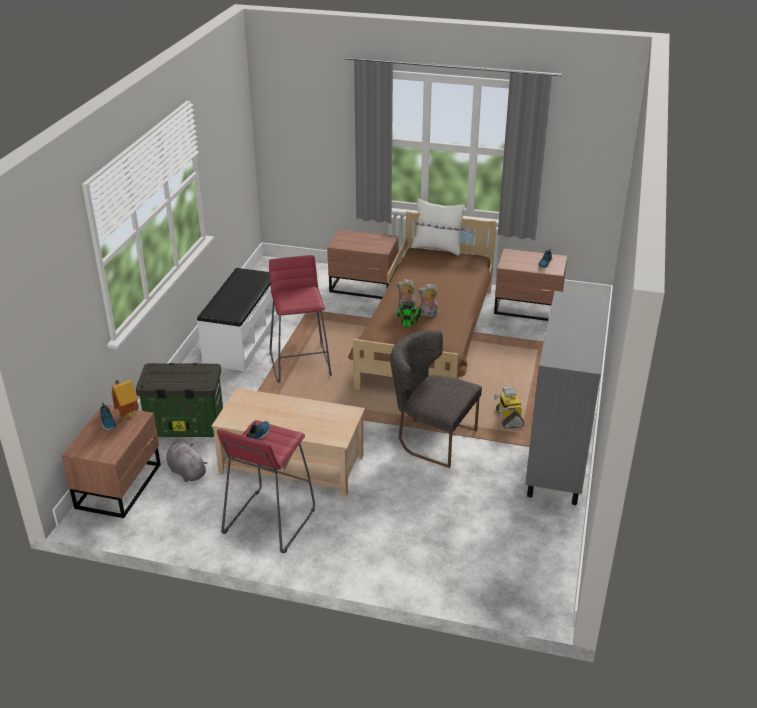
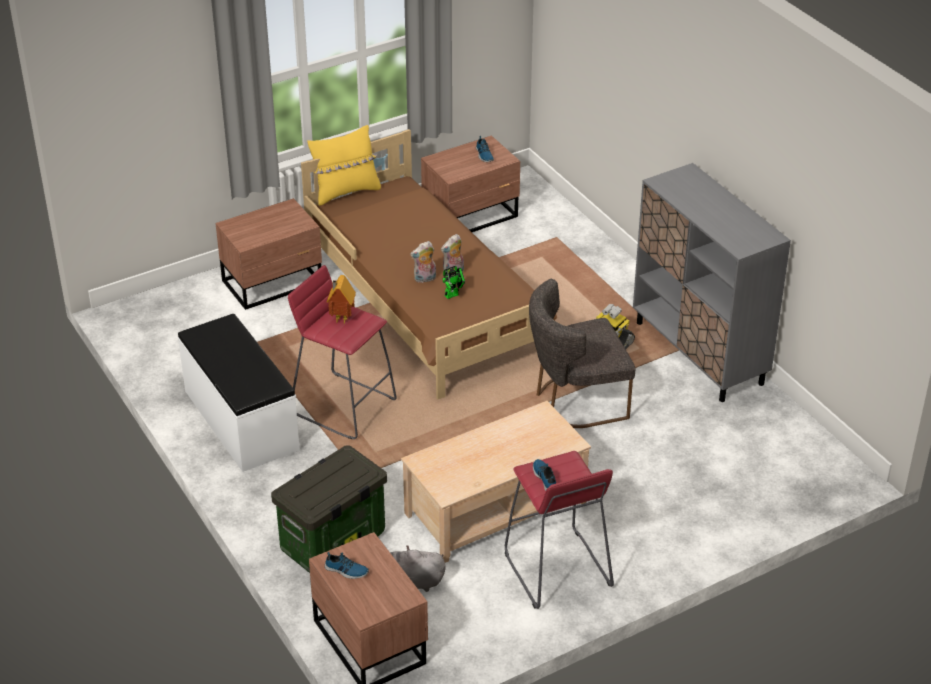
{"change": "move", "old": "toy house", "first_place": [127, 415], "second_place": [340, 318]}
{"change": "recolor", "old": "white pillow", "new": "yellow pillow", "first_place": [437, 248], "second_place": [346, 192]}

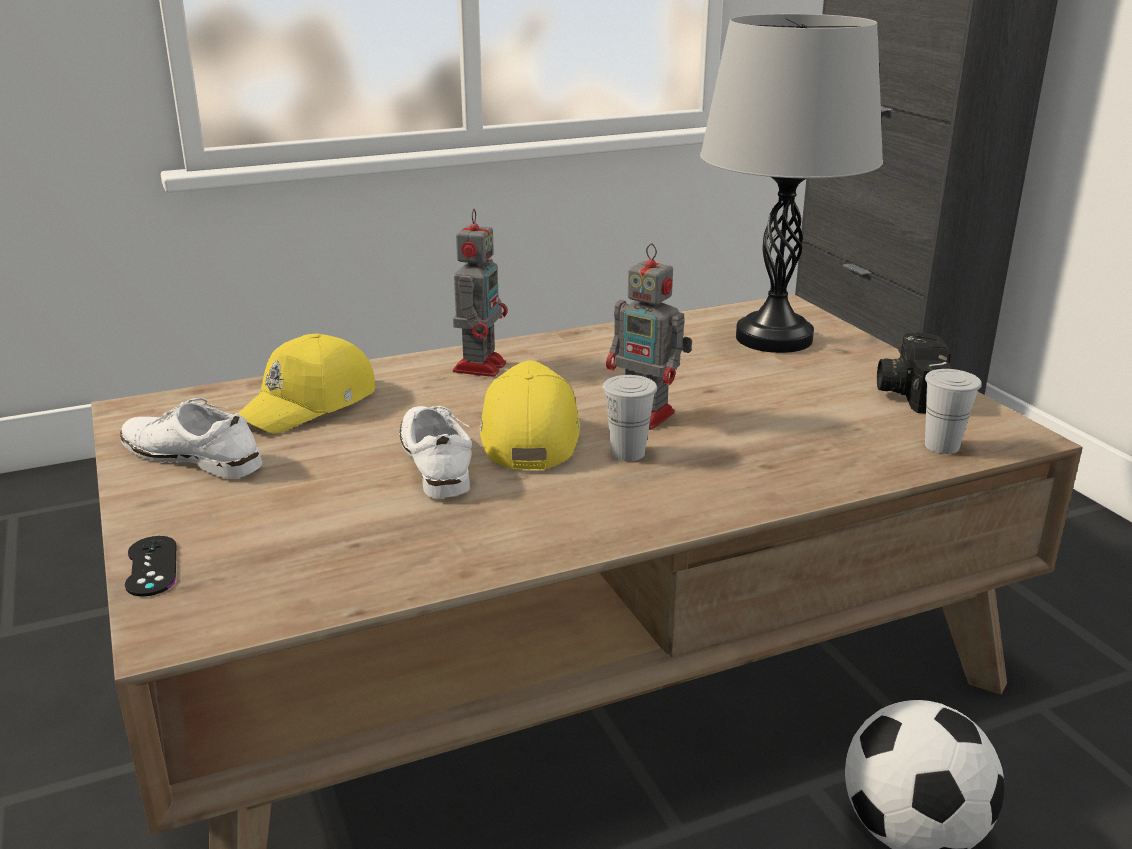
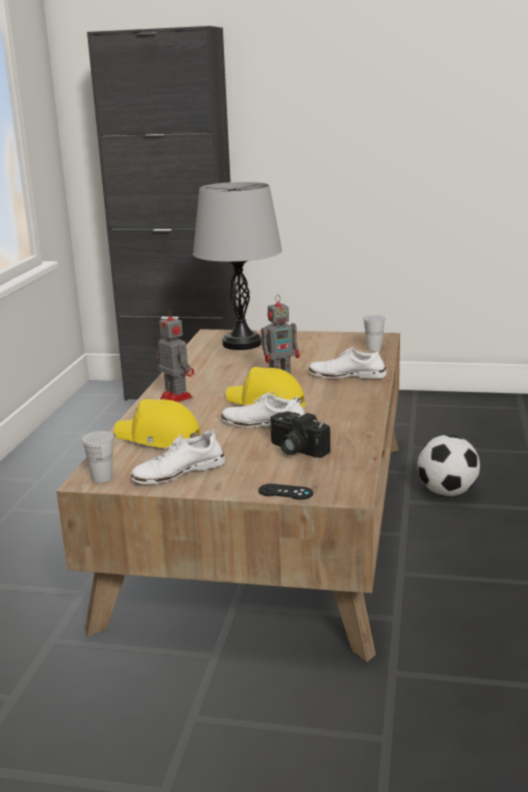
{"change": "rotate", "old": "yellow cap", "first_place": [310, 404], "second_place": [158, 438], "degrees": 135}
{"change": "move", "old": "white cup", "first_place": [628, 453], "second_place": [102, 477]}
{"change": "move", "old": "photo camera", "first_place": [907, 391], "second_place": [295, 449]}
{"change": "insert", "new": "white shoe", "second_place": [347, 375]}

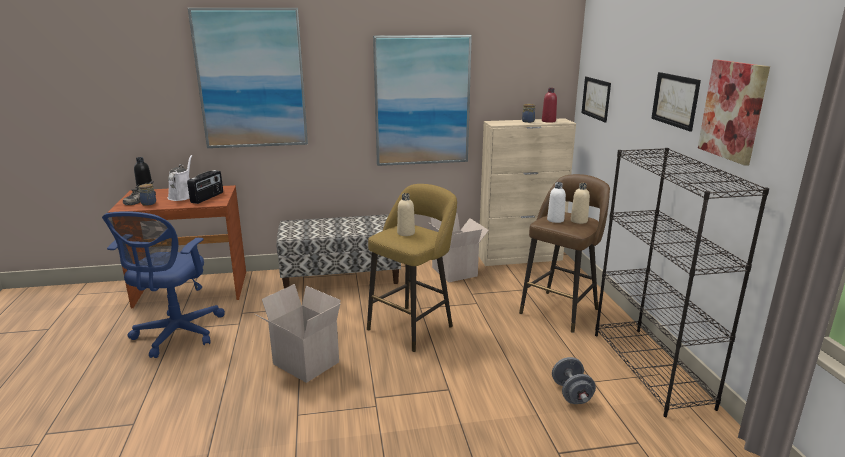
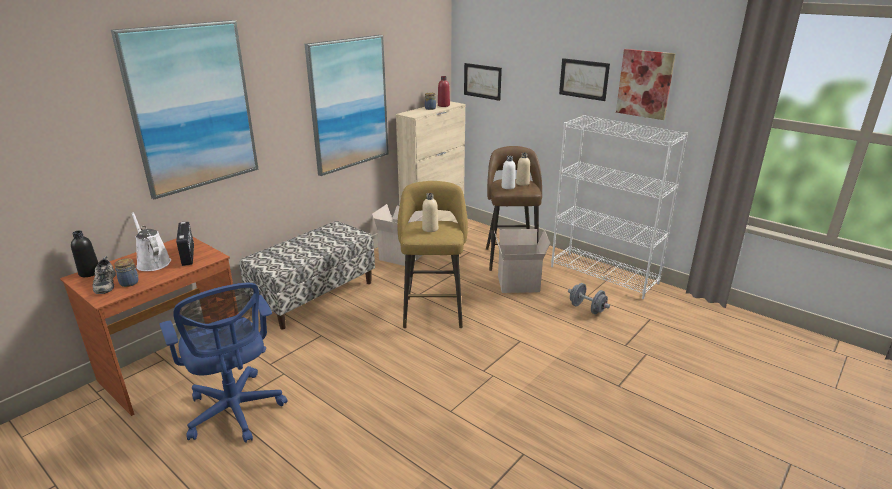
{"change": "move", "old": "cardboard box", "first_place": [304, 363], "second_place": [518, 285]}
{"change": "recolor", "old": "black bookcase", "new": "white bookcase", "first_place": [651, 369], "second_place": [604, 275]}

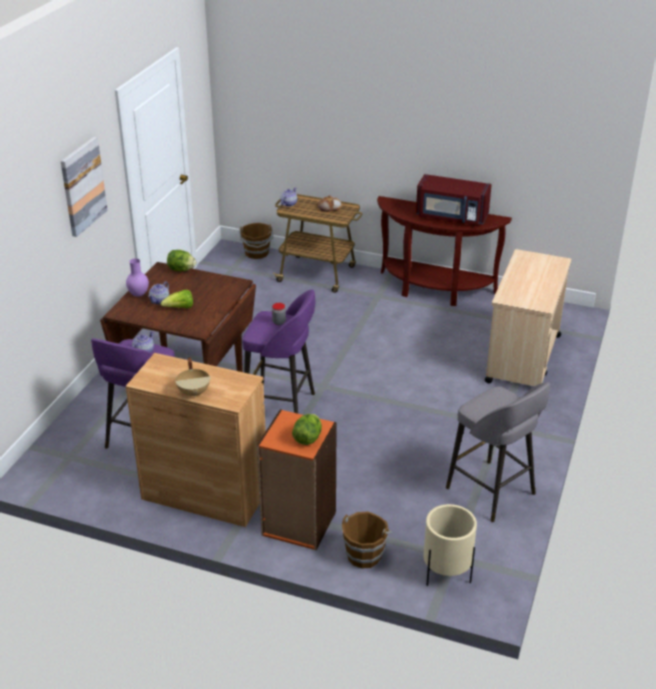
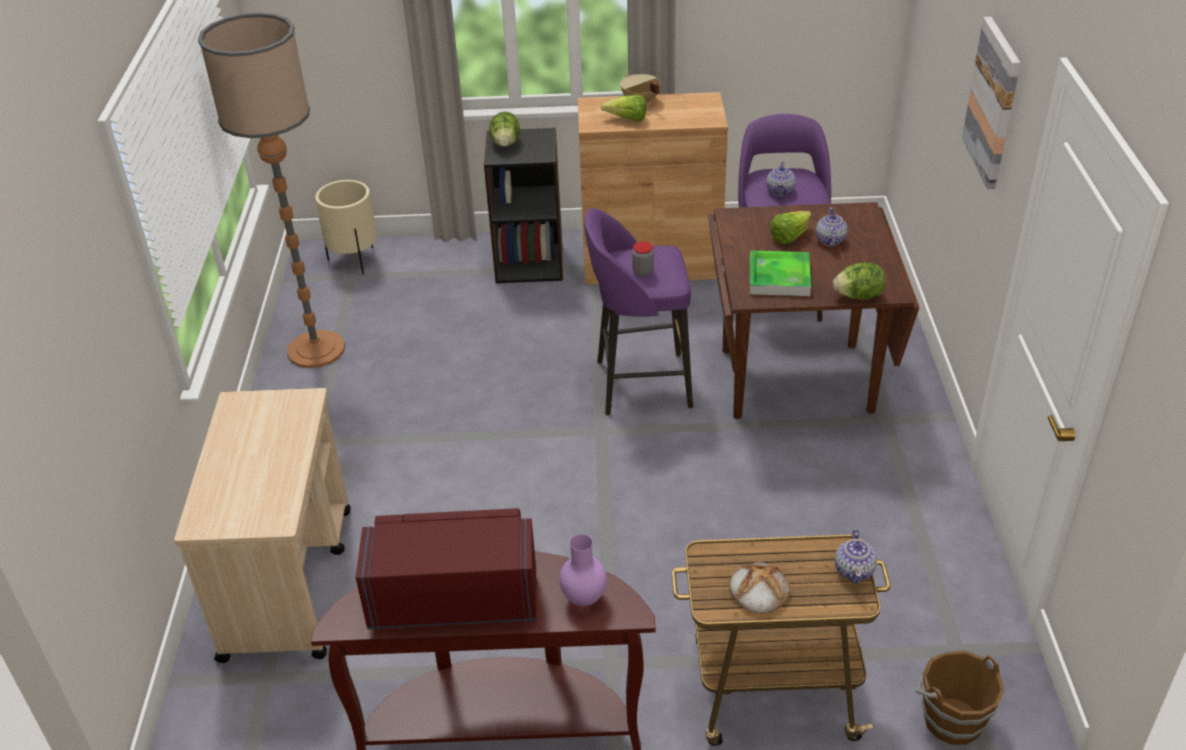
{"change": "move", "old": "purple vase", "first_place": [139, 295], "second_place": [583, 598]}
{"change": "recolor", "old": "orange bookcase", "new": "black bookcase", "first_place": [298, 524], "second_place": [529, 262]}
{"change": "delete", "old": "brown bucket", "first_place": [364, 554]}
{"change": "replace", "old": "grey stool", "new": "floor lamp", "first_place": [492, 492], "second_place": [316, 349]}
{"change": "insert", "new": "lettuce", "second_place": [627, 119]}
{"change": "insert", "new": "tray", "second_place": [779, 277]}

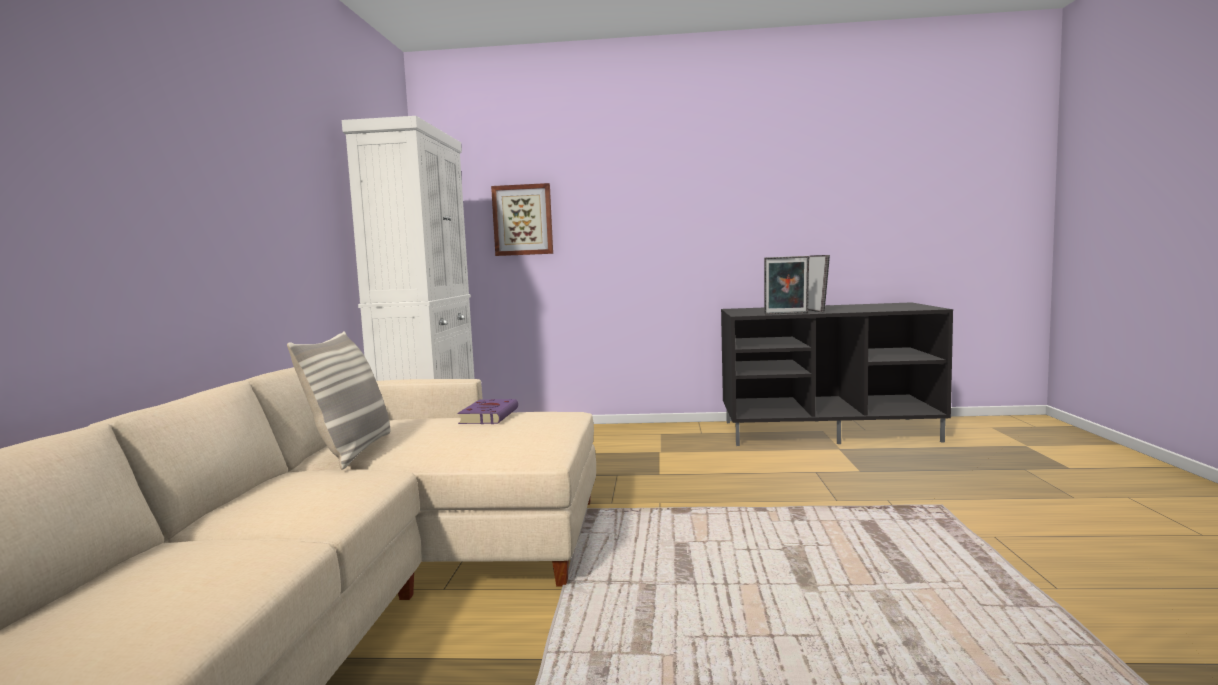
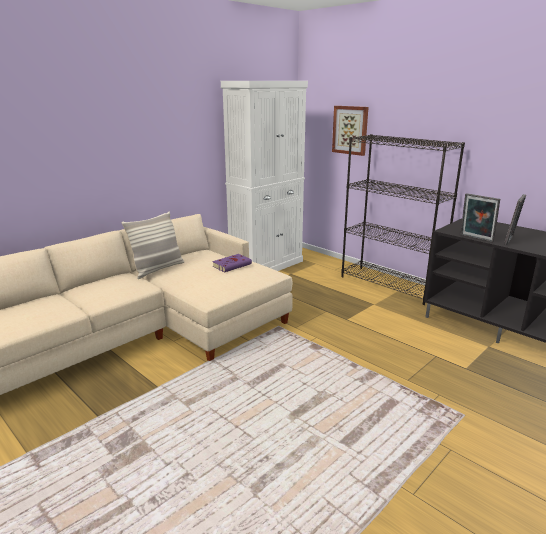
{"change": "insert", "new": "black bookcase", "second_place": [390, 284]}

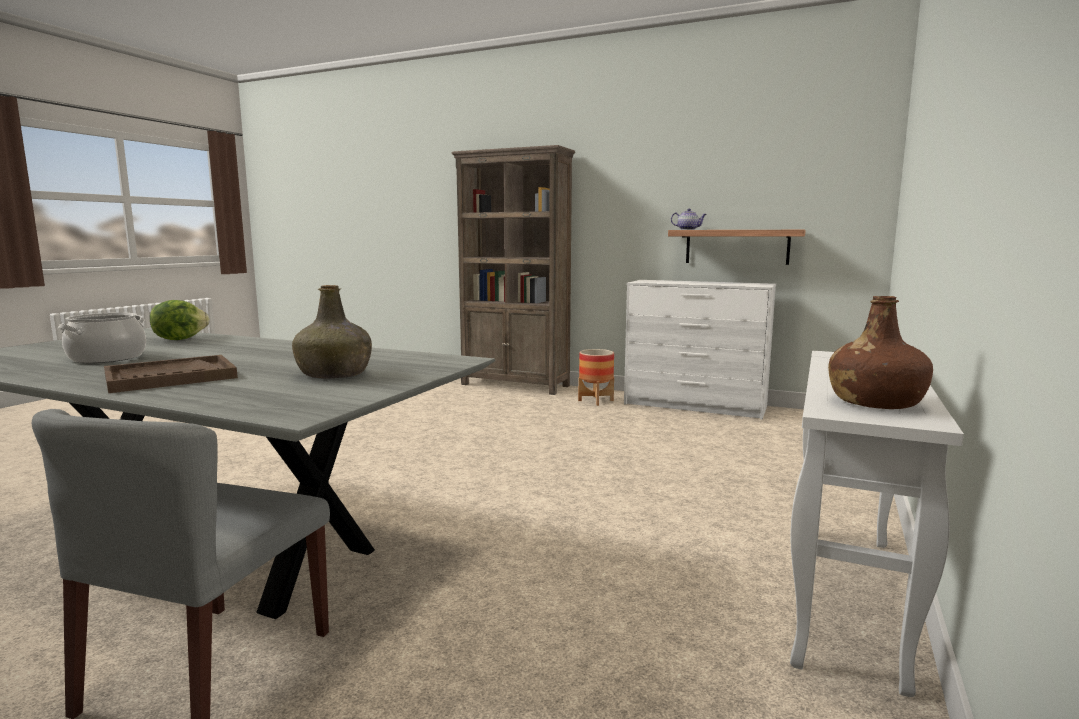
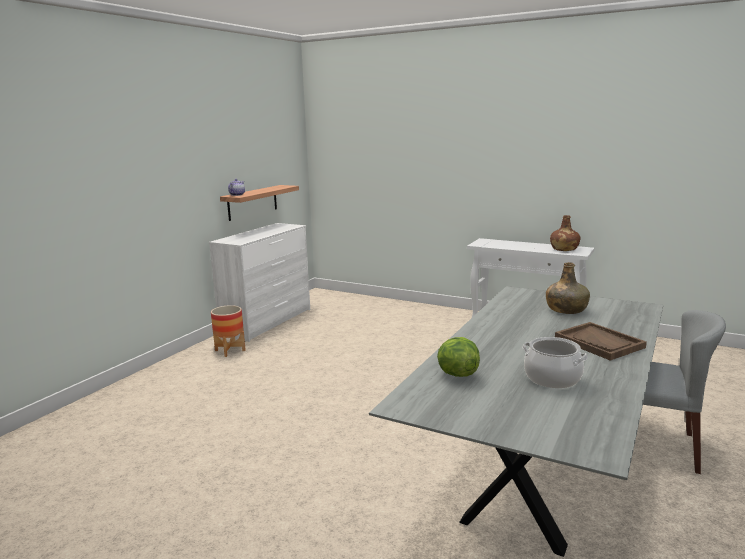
{"change": "delete", "old": "brown bookcase", "first_place": [515, 385]}

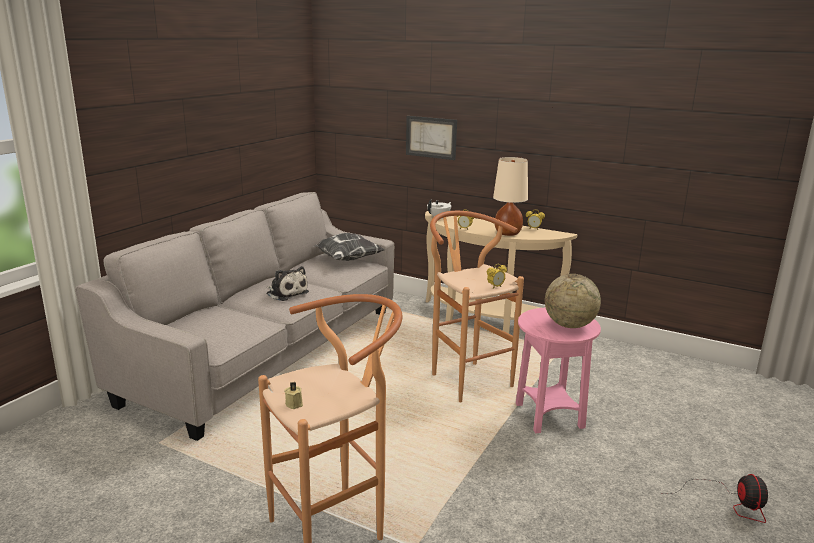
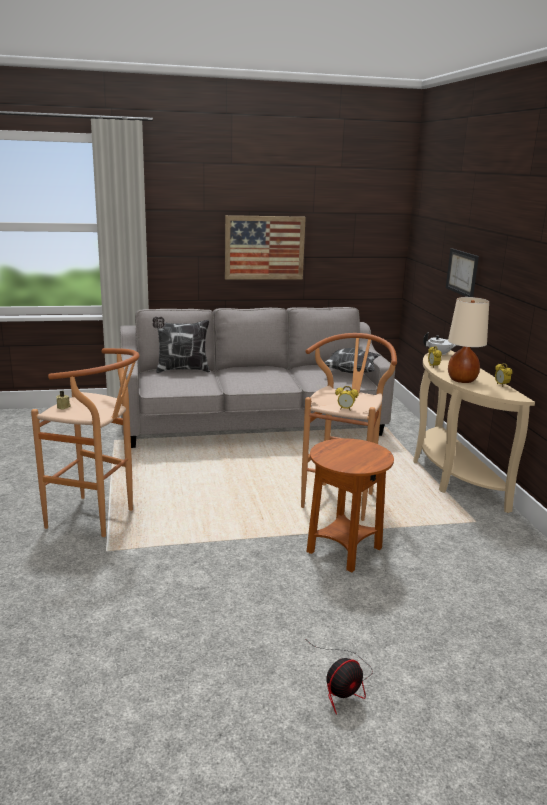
{"change": "delete", "old": "plush toy", "first_place": [286, 293]}
{"change": "recolor", "old": "pink side table", "new": "brown side table", "first_place": [548, 416], "second_place": [344, 550]}
{"change": "delete", "old": "globe", "first_place": [569, 325]}
{"change": "insert", "new": "pillow", "second_place": [181, 370]}
{"change": "insert", "new": "picture", "second_place": [264, 248]}

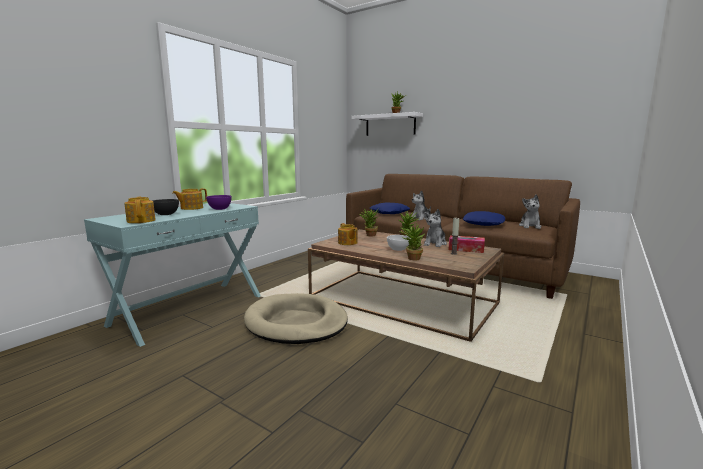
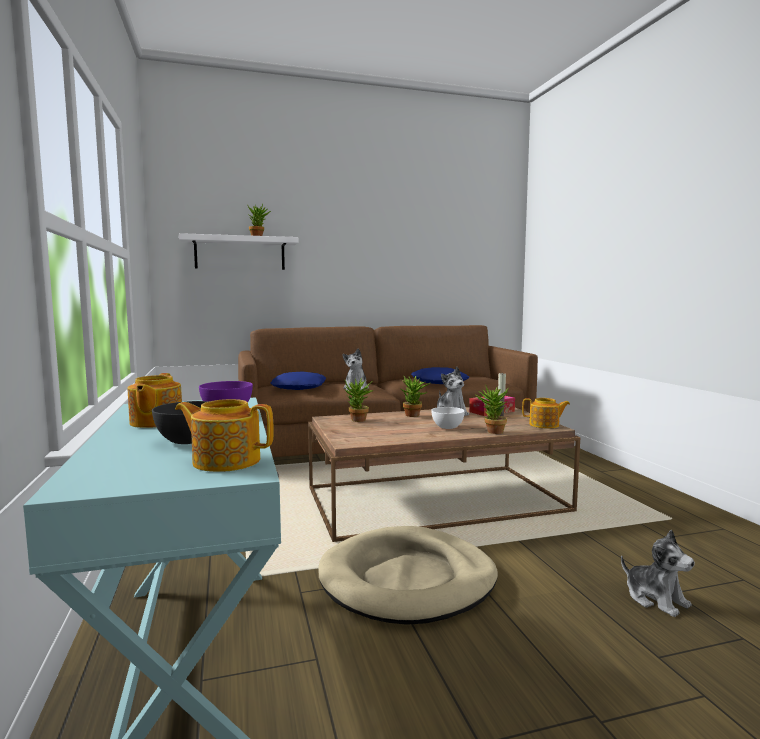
{"change": "move", "old": "teapot", "first_place": [347, 243], "second_place": [545, 425]}
{"change": "move", "old": "plush toy", "first_place": [530, 226], "second_place": [656, 599]}

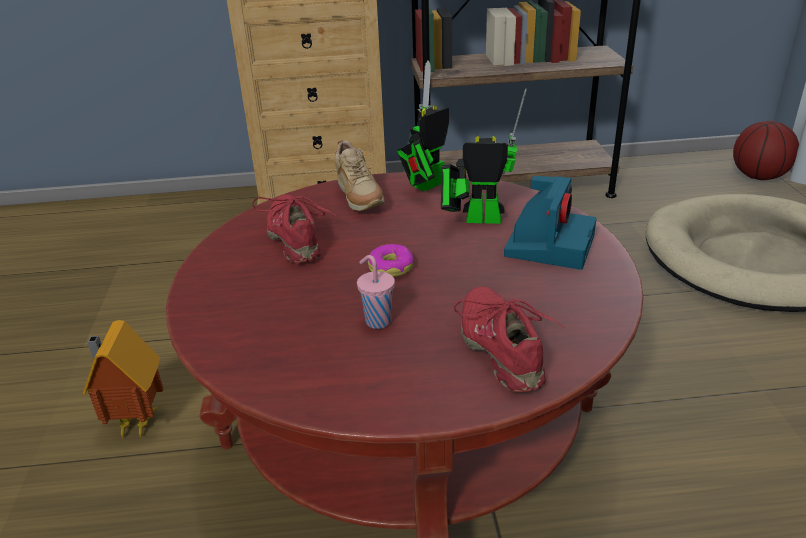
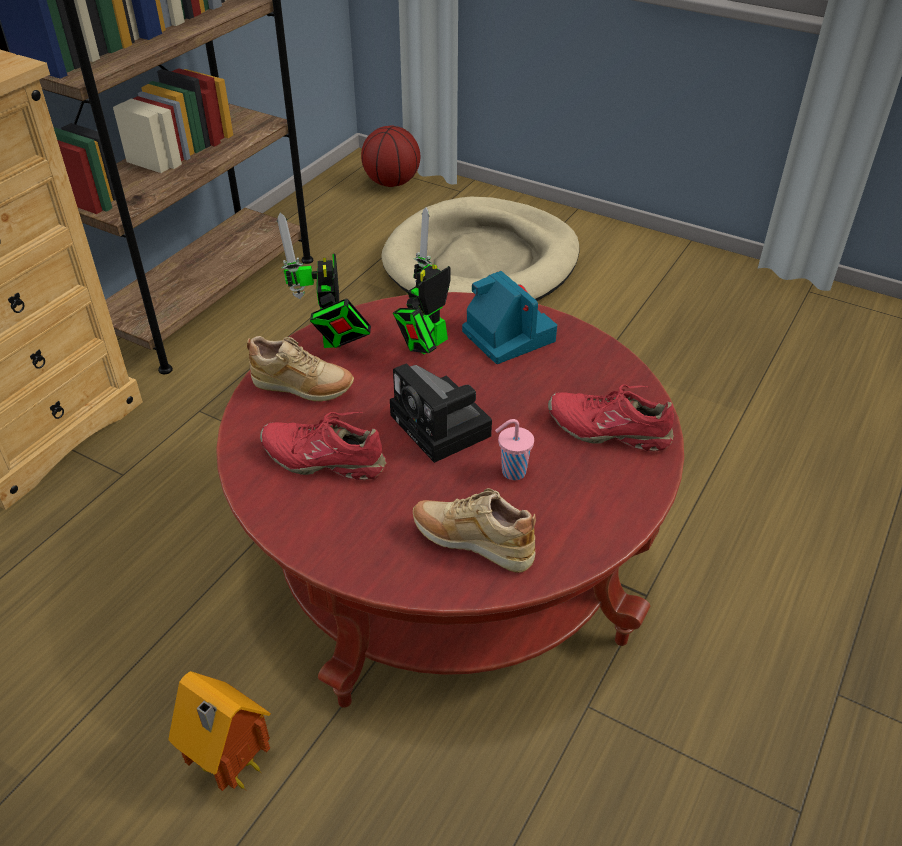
{"change": "replace", "old": "donut", "new": "photo camera", "first_place": [391, 267], "second_place": [443, 428]}
{"change": "insert", "new": "beige shoe", "second_place": [473, 543]}

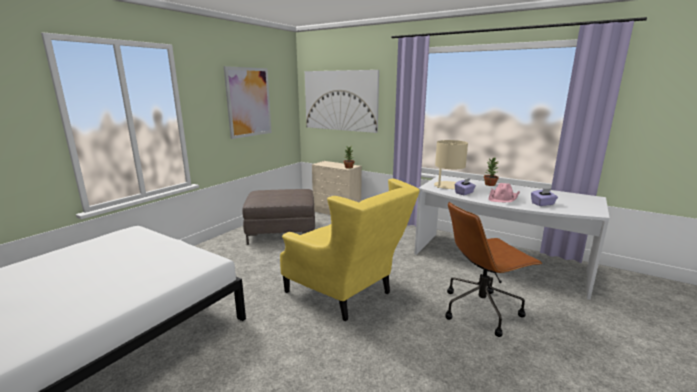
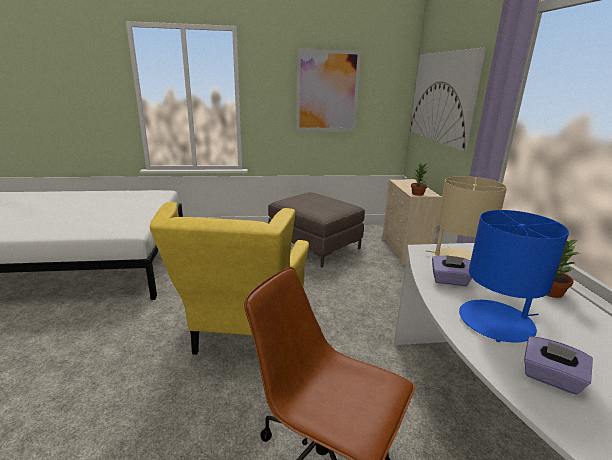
{"change": "replace", "old": "pink hat", "new": "blue table lamp", "first_place": [503, 198], "second_place": [497, 321]}

